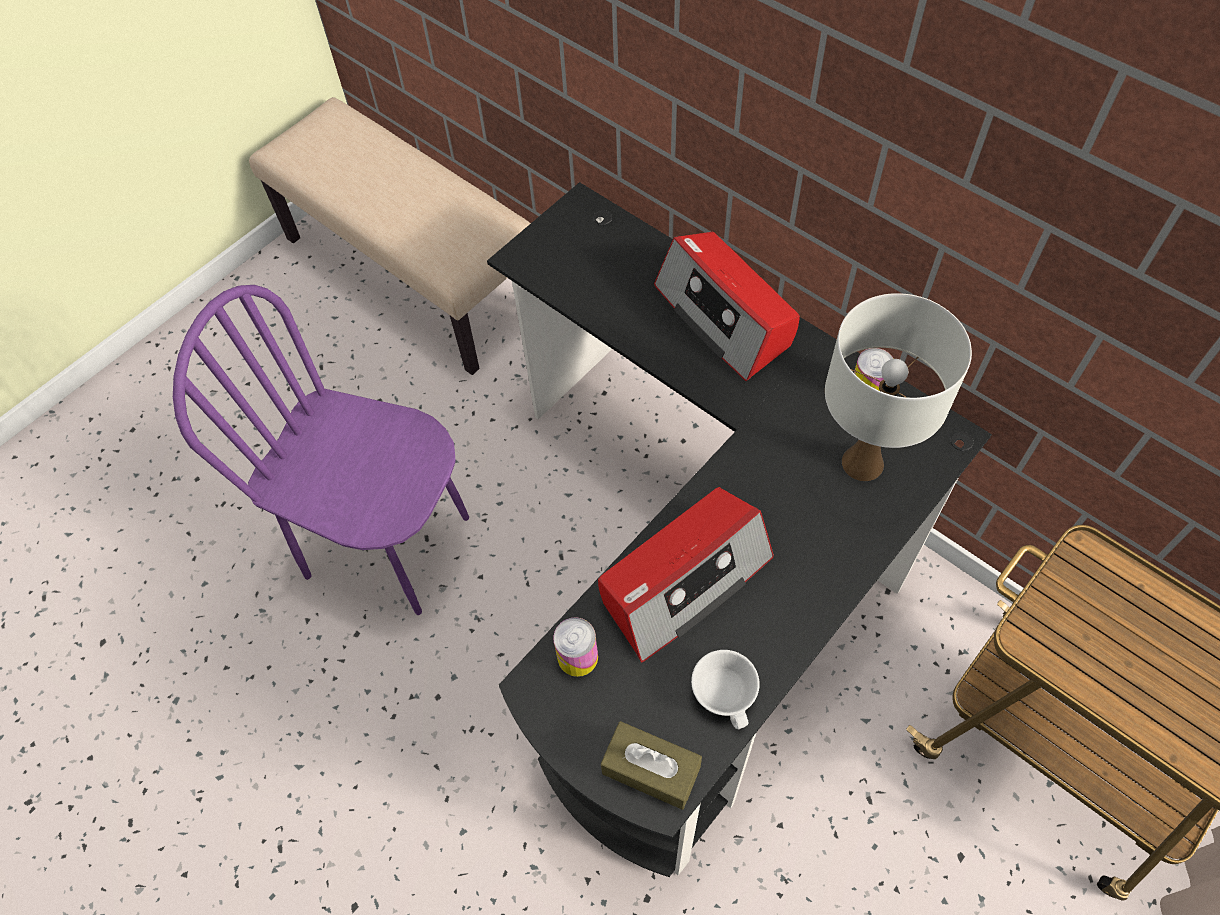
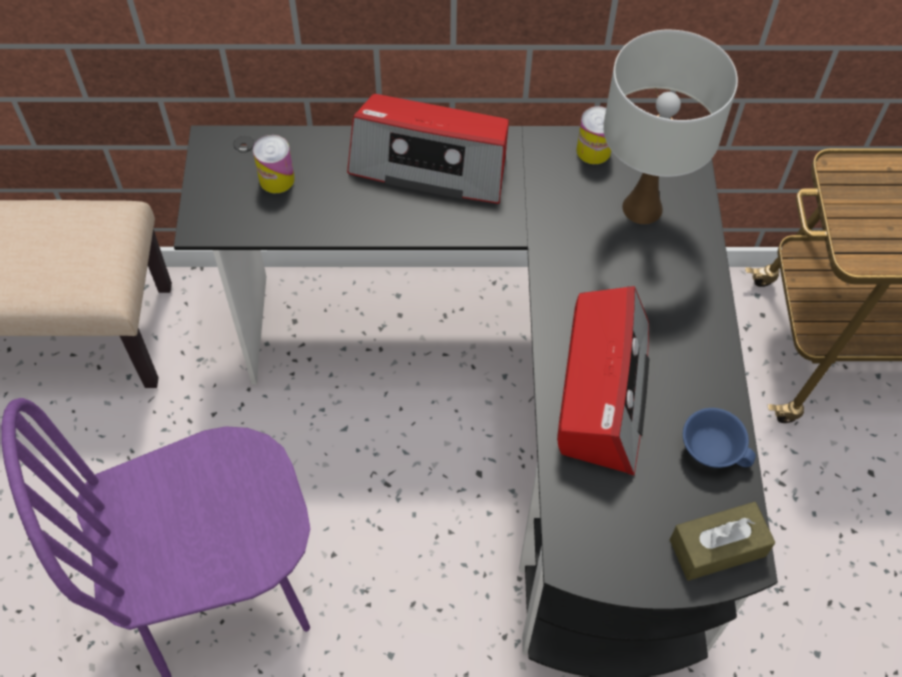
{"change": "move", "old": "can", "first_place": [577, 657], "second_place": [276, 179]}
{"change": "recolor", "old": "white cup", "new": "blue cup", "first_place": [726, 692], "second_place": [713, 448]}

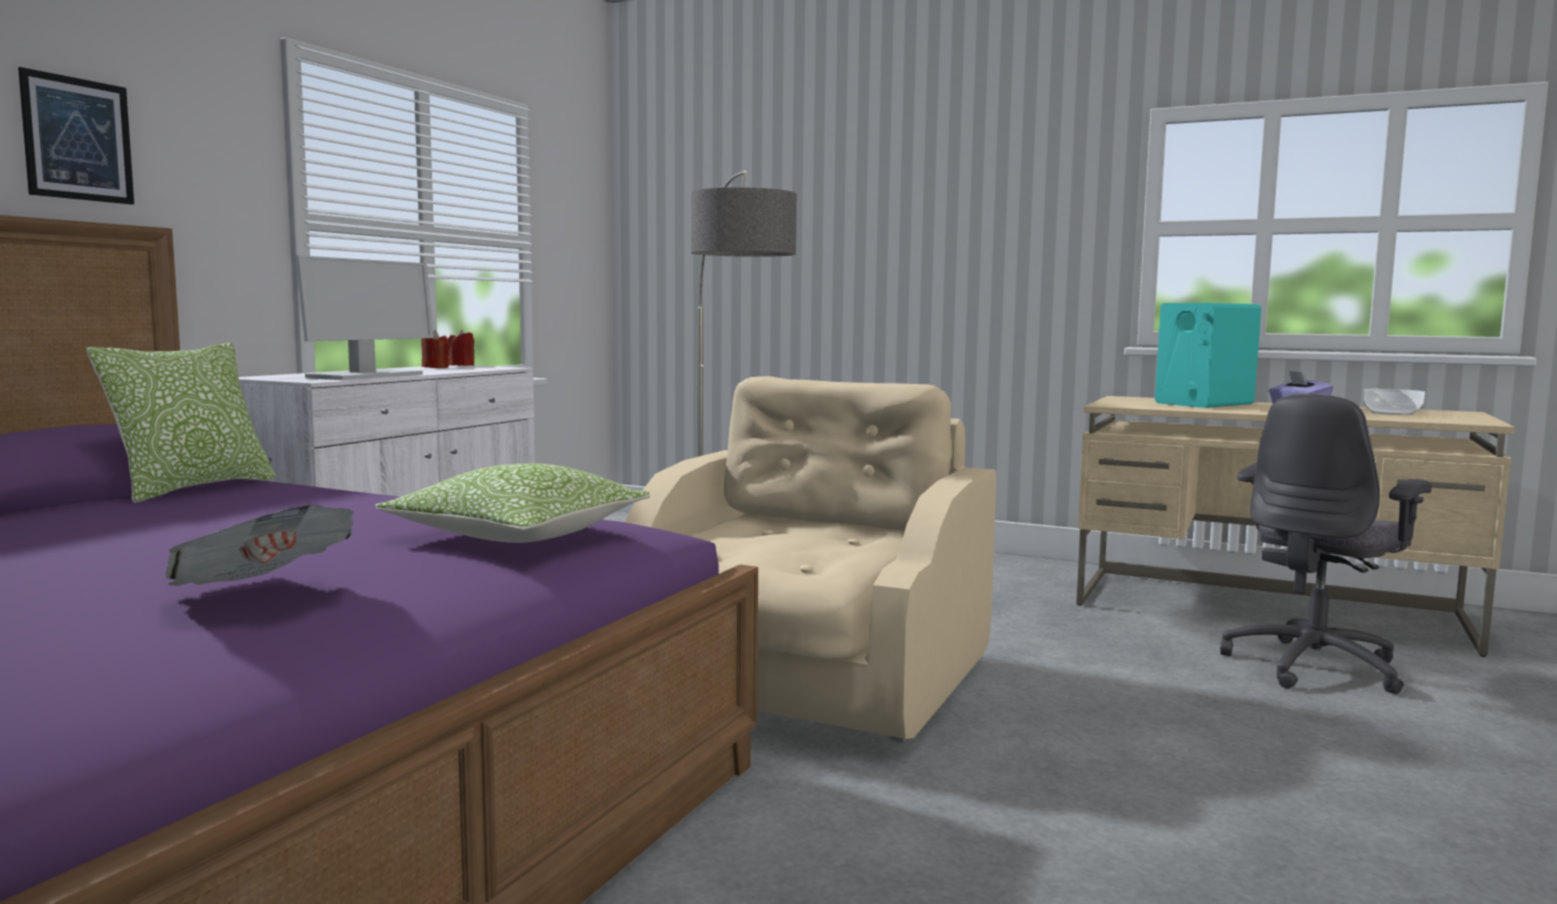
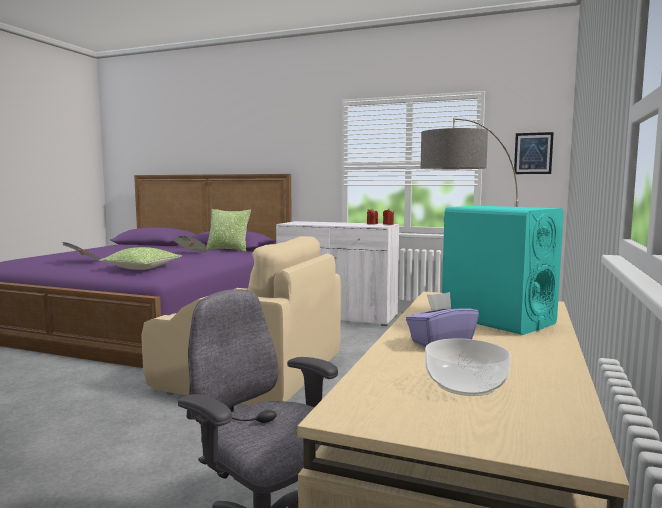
{"change": "move", "old": "picture", "first_place": [78, 139], "second_place": [533, 153]}
{"change": "delete", "old": "monitor", "first_place": [365, 376]}
{"change": "insert", "new": "newspaper", "second_place": [191, 253]}

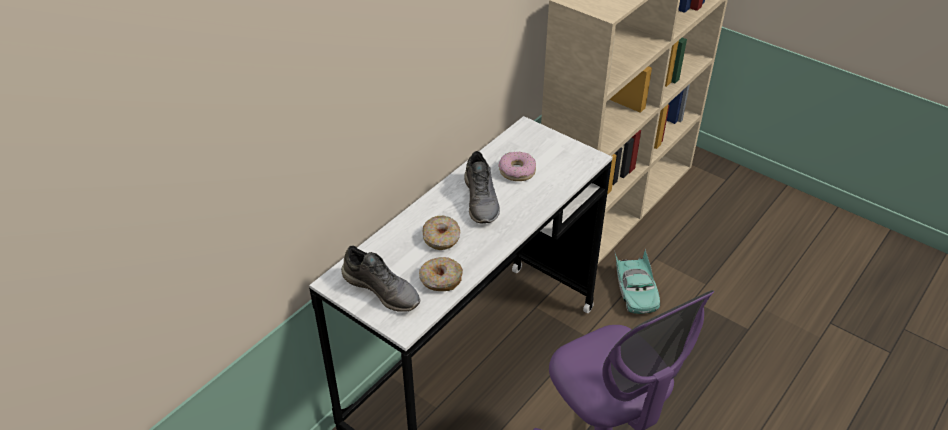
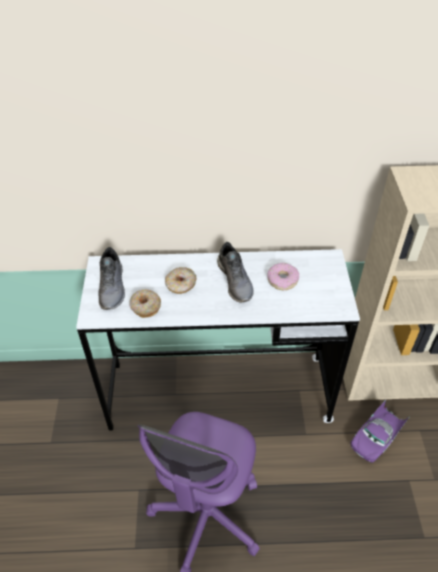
{"change": "rotate", "old": "grey shoe", "first_place": [482, 200], "second_place": [235, 280], "degrees": -60}
{"change": "recolor", "old": "turquoise toy car", "new": "purple toy car", "first_place": [635, 290], "second_place": [376, 437]}

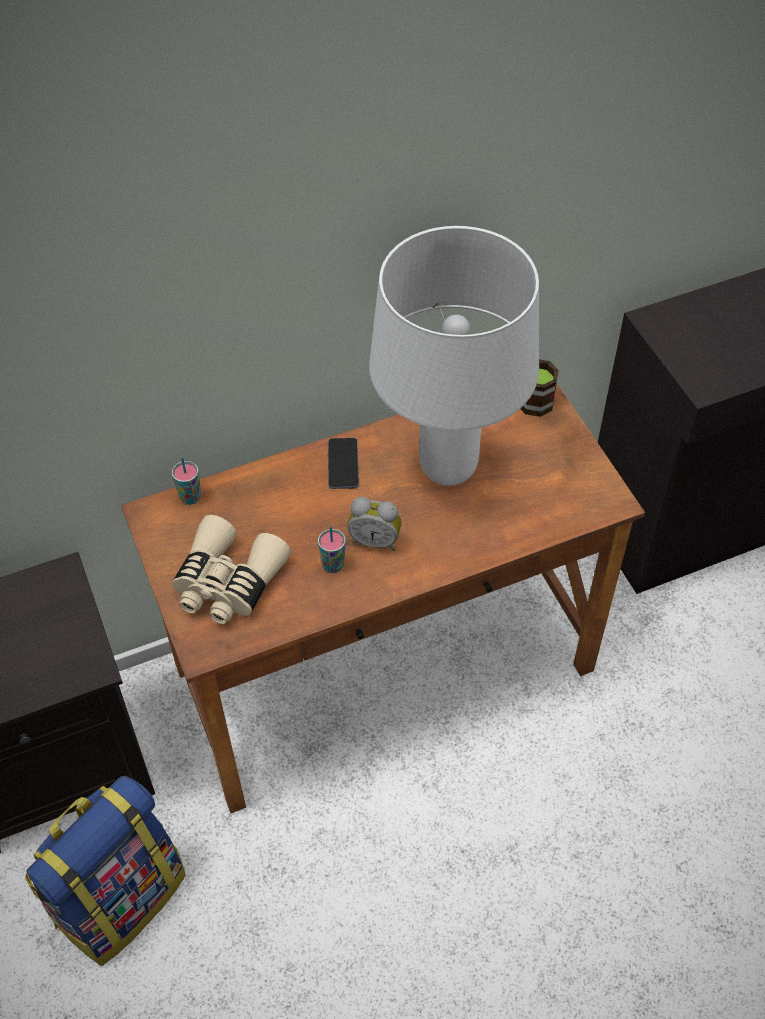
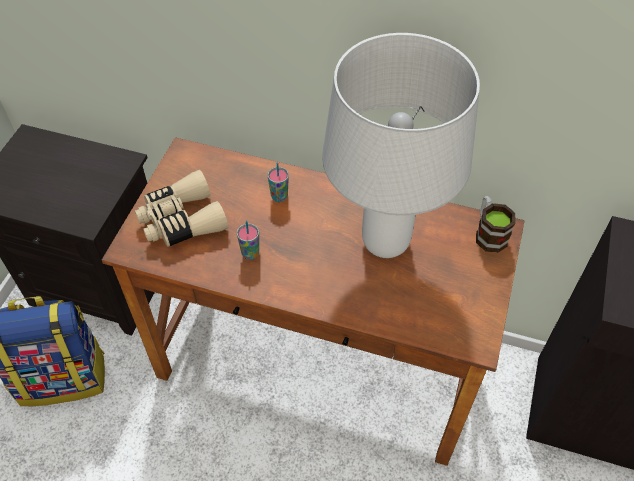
{"change": "move", "old": "cup", "first_place": [190, 497], "second_place": [279, 197]}
{"change": "delete", "old": "phone", "first_place": [343, 464]}
{"change": "delete", "old": "alarm clock", "first_place": [375, 540]}

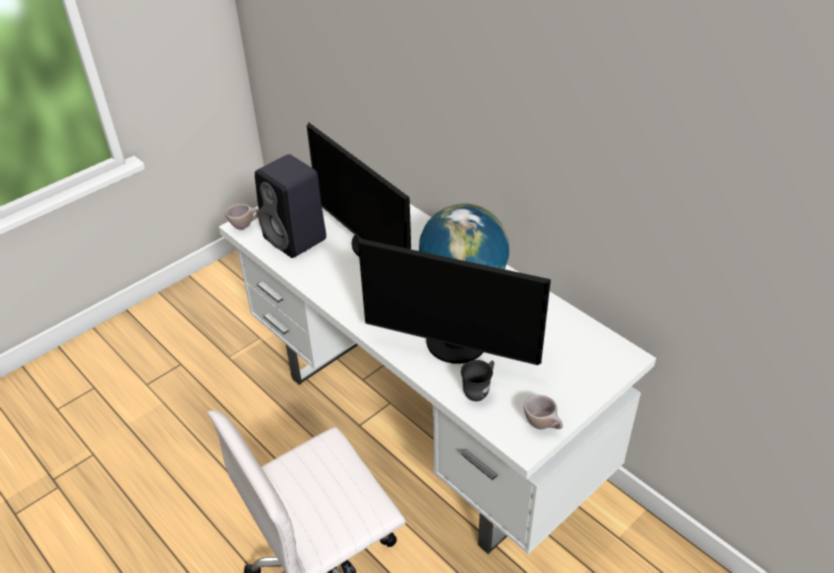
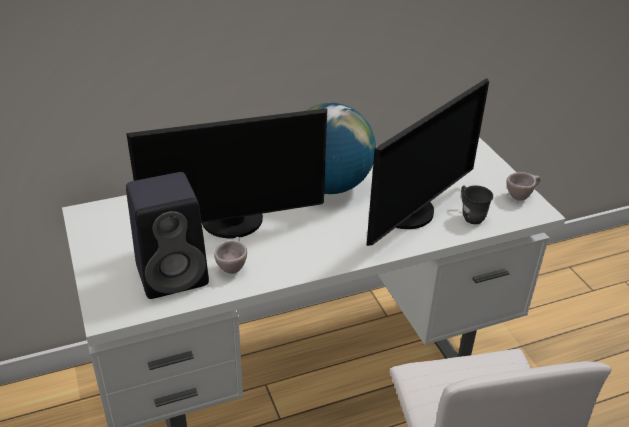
{"change": "move", "old": "beige cup", "first_place": [245, 225], "second_place": [232, 266]}

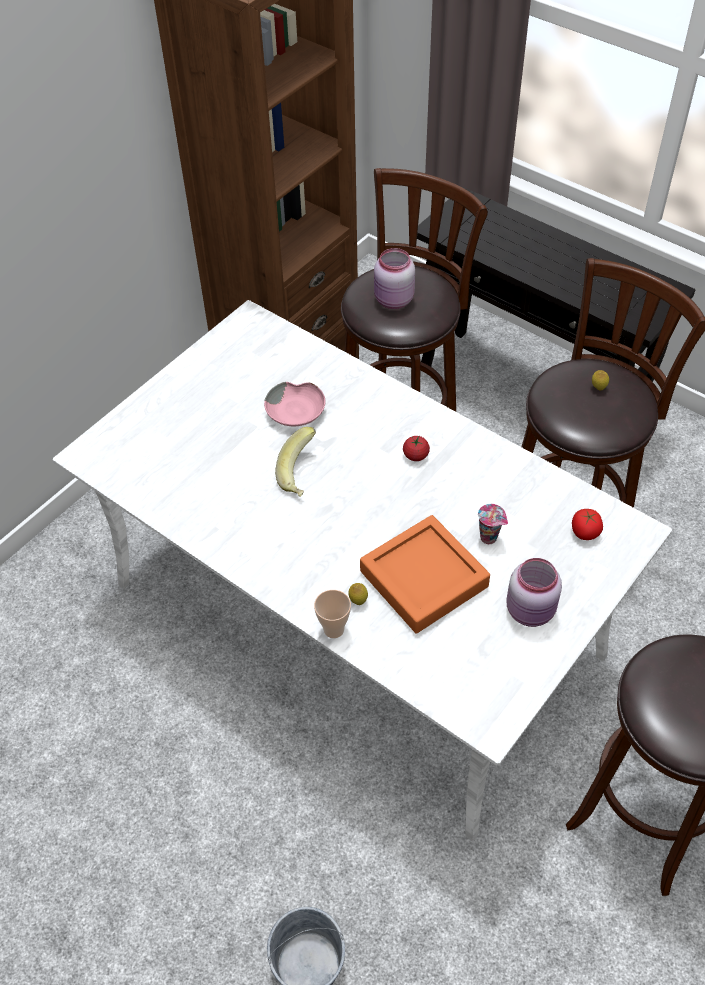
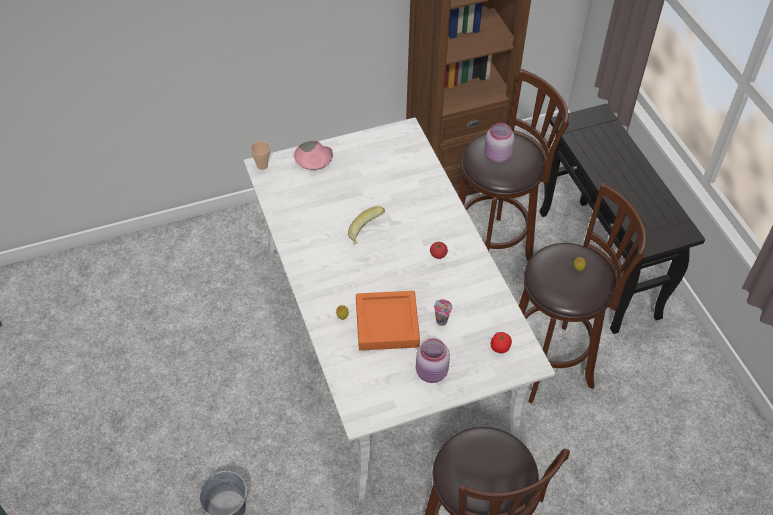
{"change": "move", "old": "pink bowl", "first_place": [296, 412], "second_place": [314, 161]}
{"change": "move", "old": "cup", "first_place": [333, 629], "second_place": [262, 165]}

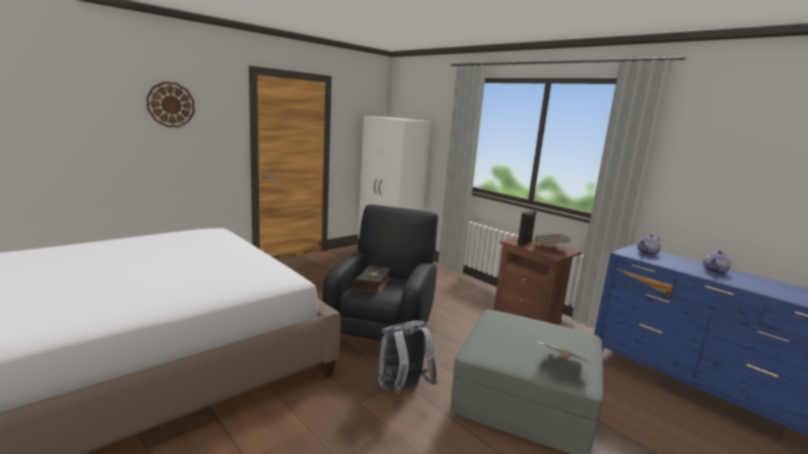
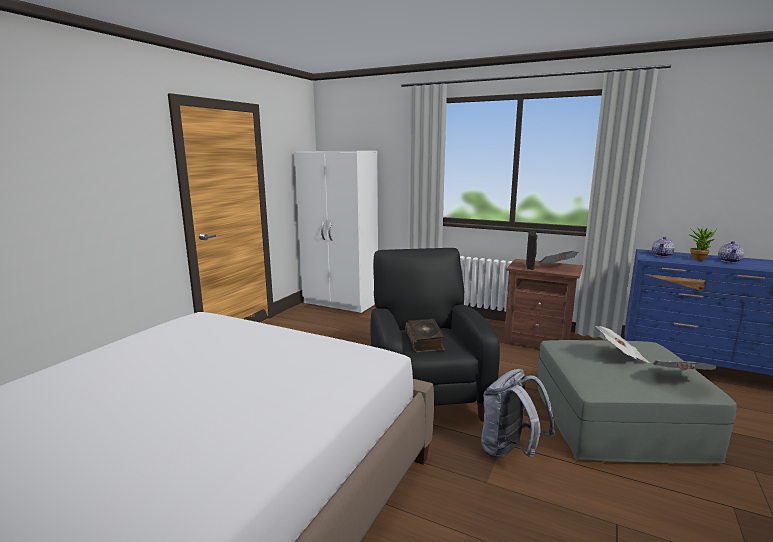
{"change": "delete", "old": "wall clock", "first_place": [171, 104]}
{"change": "insert", "new": "newspaper", "second_place": [620, 356]}
{"change": "insert", "new": "potted plant", "second_place": [698, 259]}

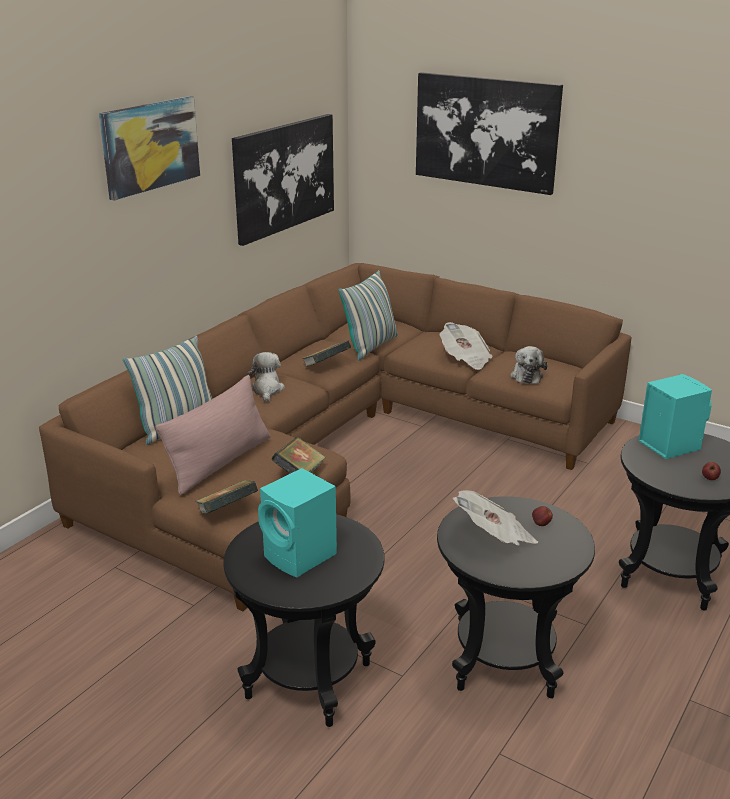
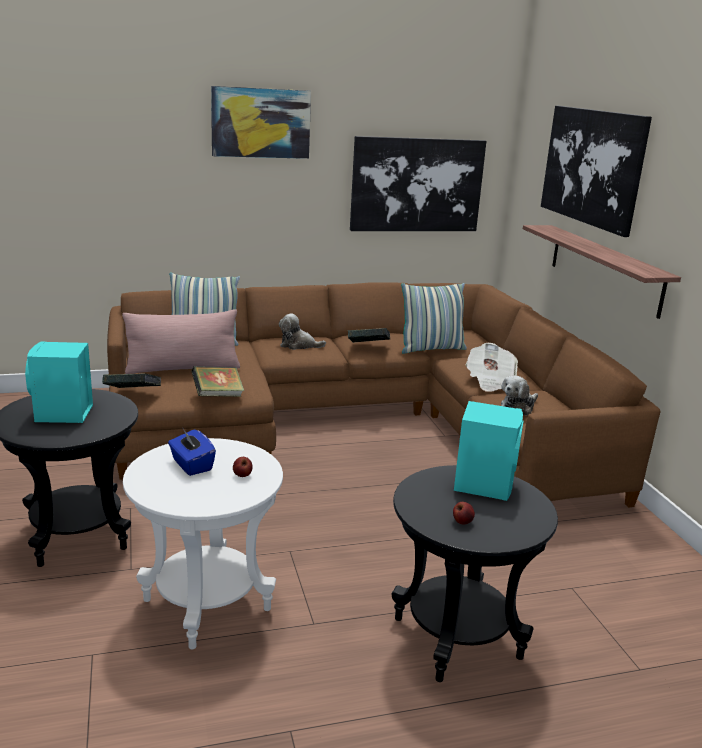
{"change": "rotate", "old": "plush toy", "first_place": [267, 390], "second_place": [298, 345], "degrees": -120}
{"change": "recolor", "old": "black side table", "new": "white side table", "first_place": [504, 662], "second_place": [206, 605]}
{"change": "replace", "old": "newspaper", "new": "blue tissue box", "first_place": [494, 537], "second_place": [191, 465]}
{"change": "insert", "new": "shelf", "second_place": [604, 268]}

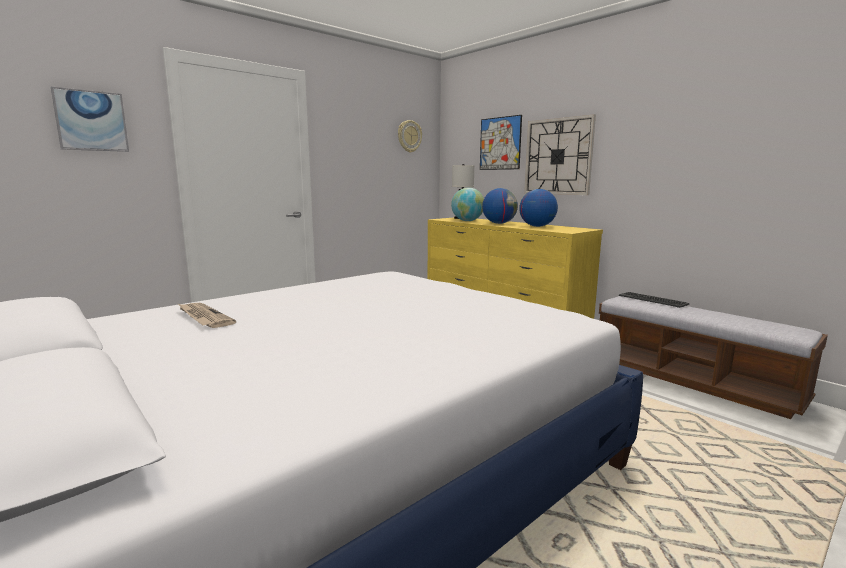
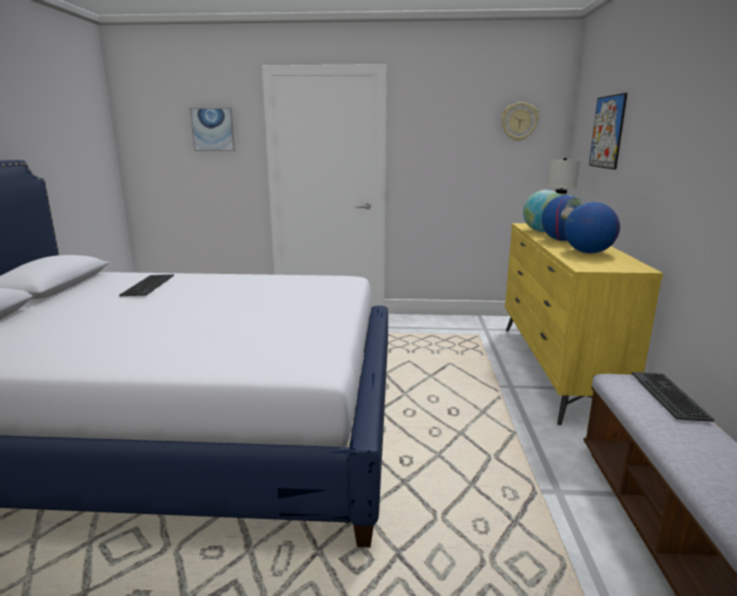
{"change": "replace", "old": "newspaper", "new": "keyboard", "first_place": [204, 317], "second_place": [147, 285]}
{"change": "delete", "old": "wall clock", "first_place": [558, 156]}

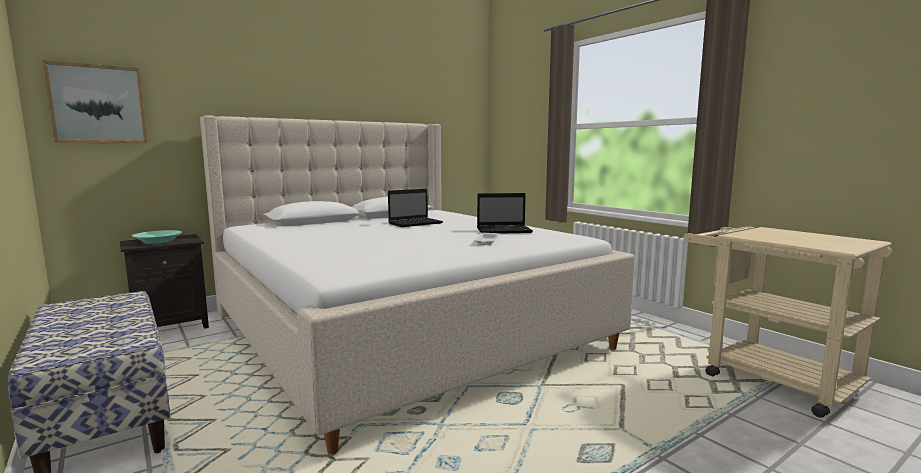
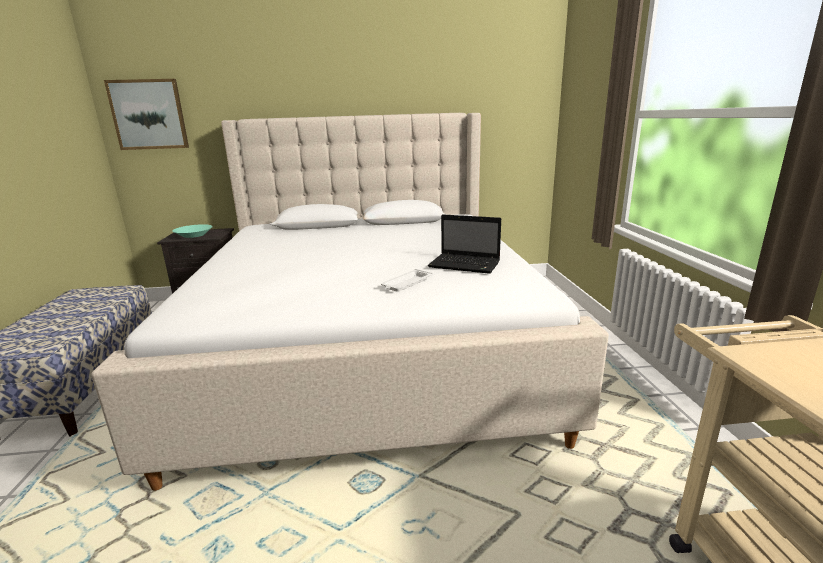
{"change": "delete", "old": "laptop", "first_place": [416, 223]}

